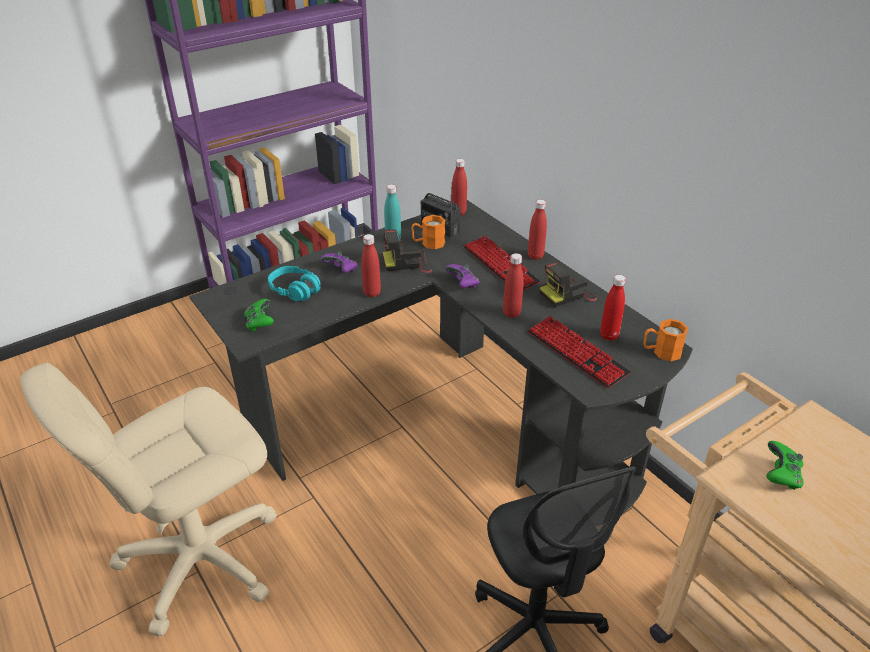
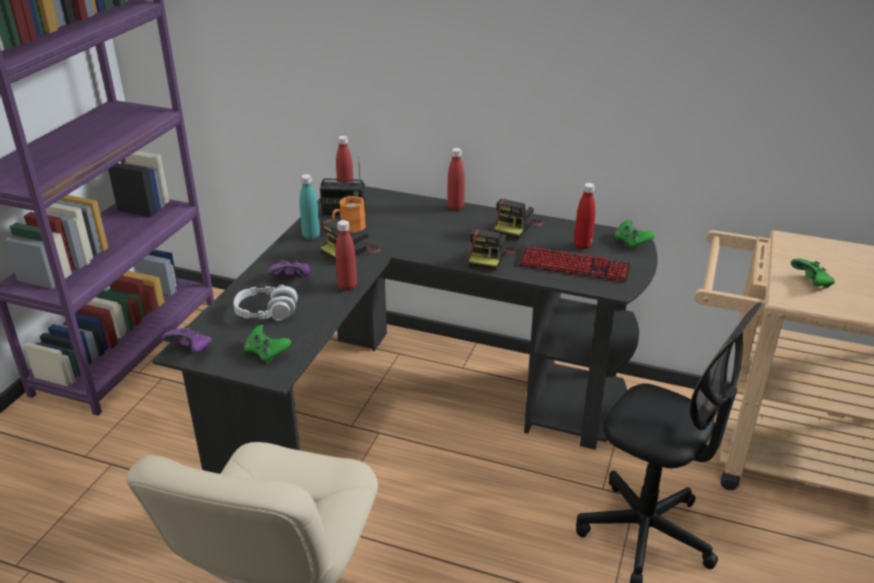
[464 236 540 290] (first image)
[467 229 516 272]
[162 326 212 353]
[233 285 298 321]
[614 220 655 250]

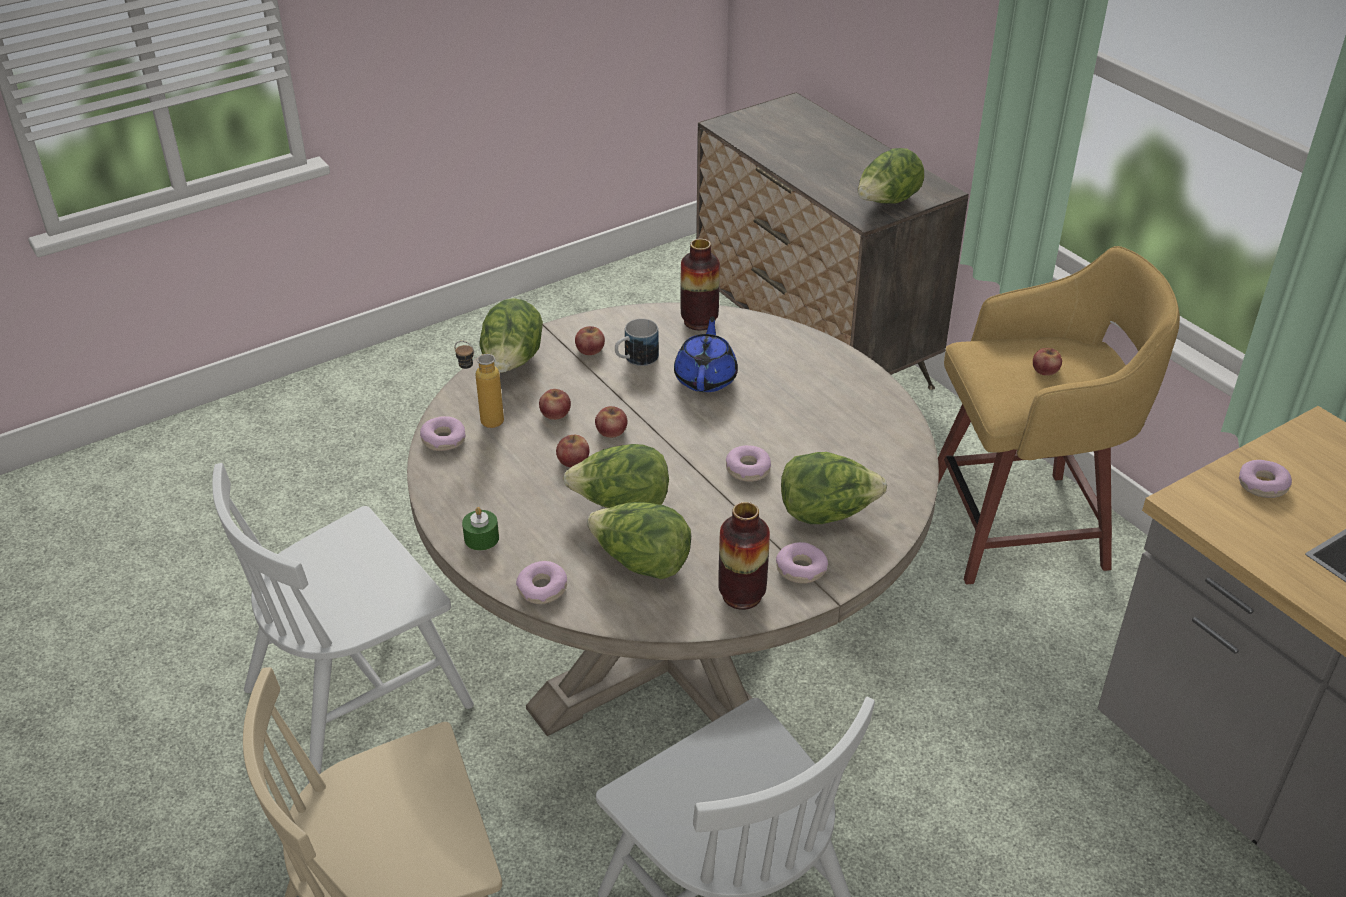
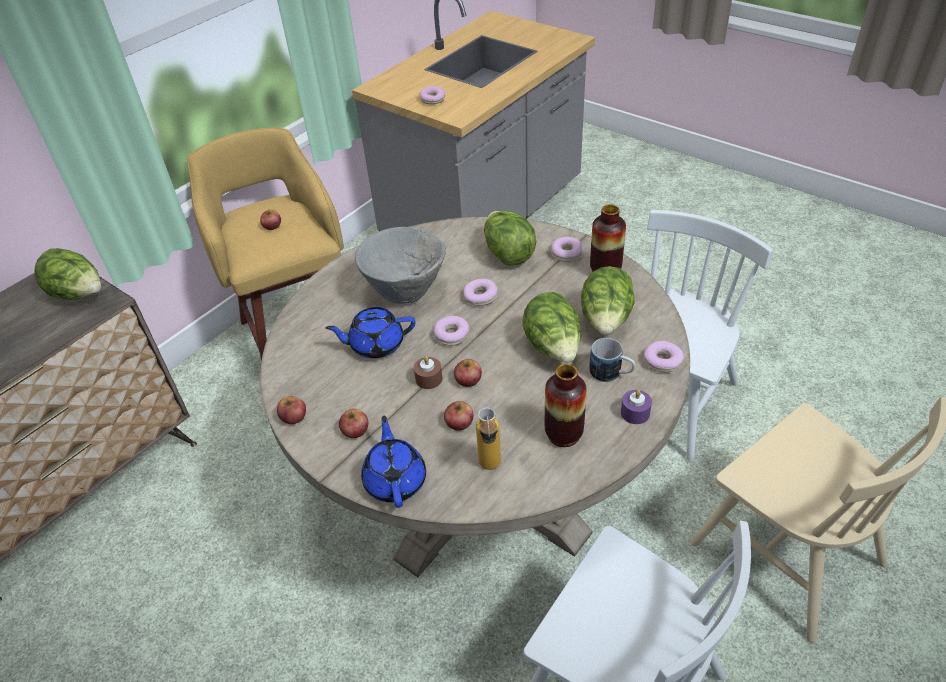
[545 364 587 447]
[361 416 426 508]
[589 338 635 382]
[433 316 470 346]
[277 396 306 424]
[621 389 652 424]
[355 227 446 304]
[414 356 443 389]

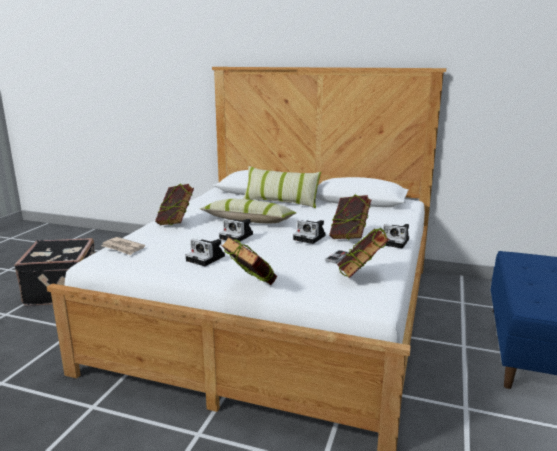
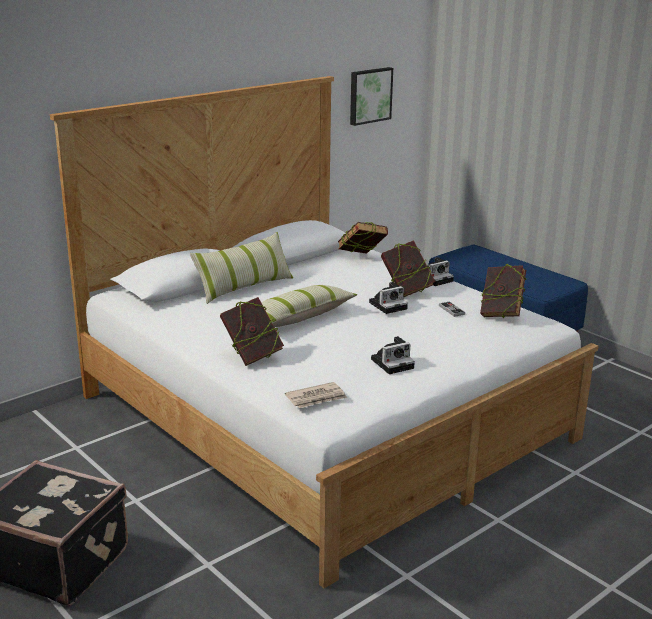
[219 219 253 243] (first image)
[338 222 388 254]
[350 67 393 126]

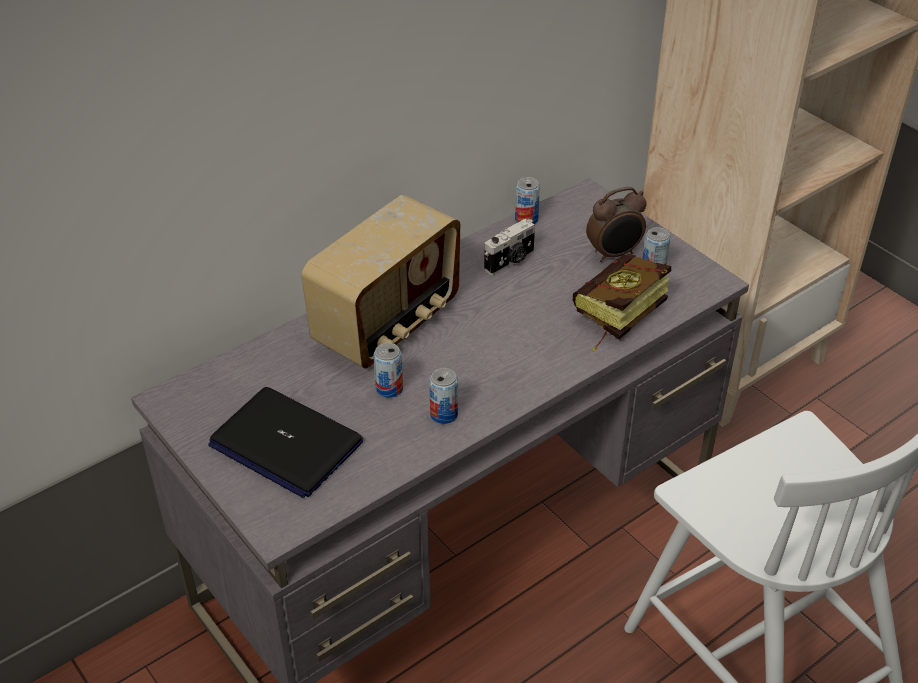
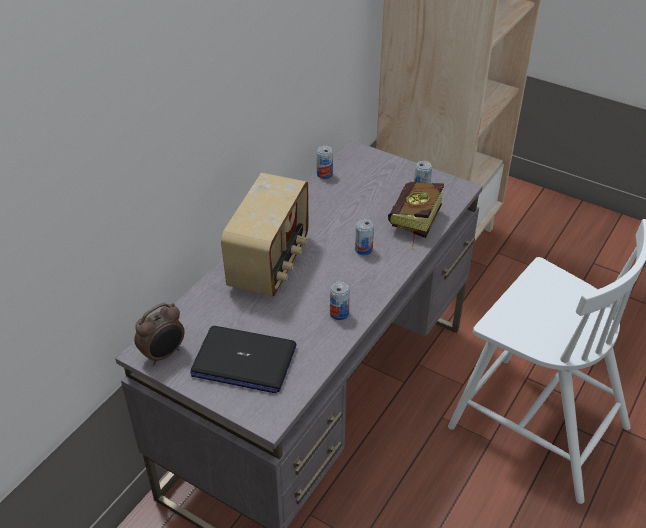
[134 303 185 365]
[484 219 535 275] (first image)
[355 219 374 256]

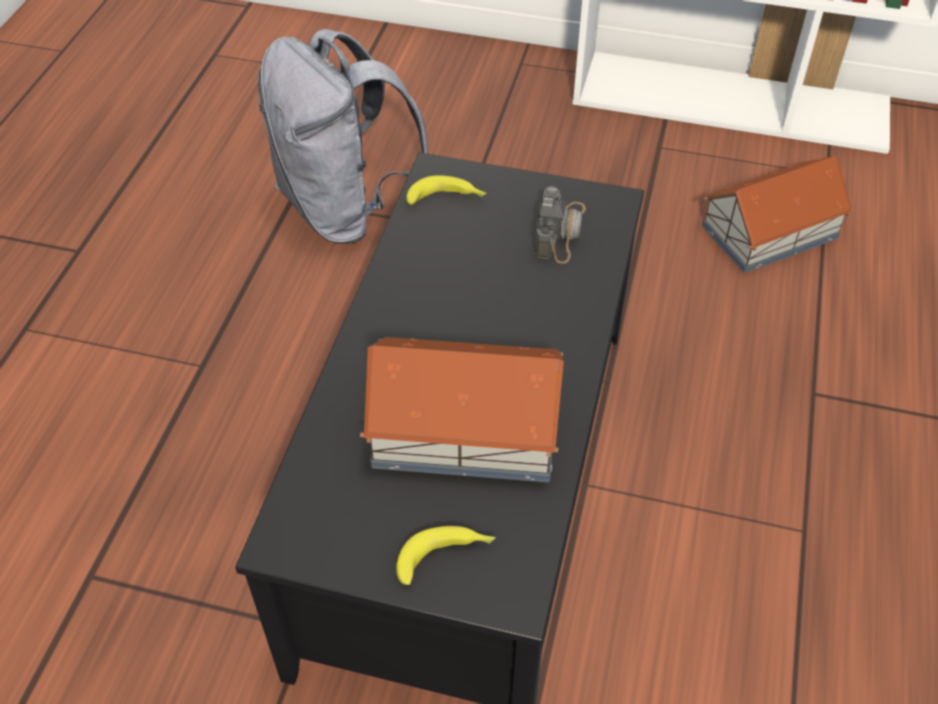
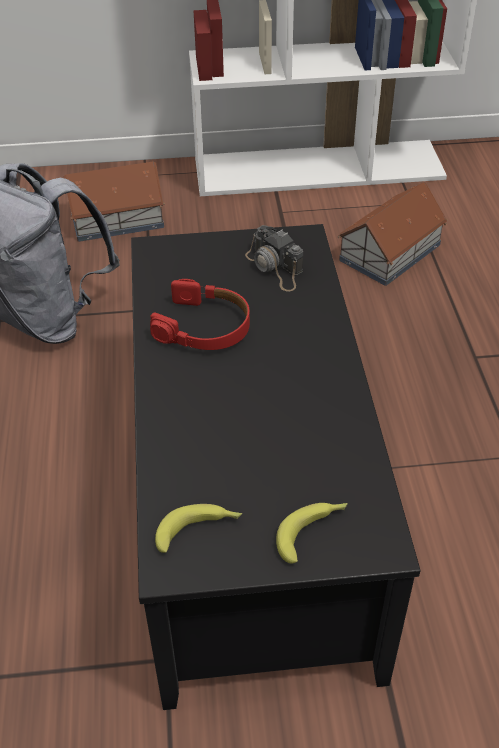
[155 504 242 553]
[245 225 303 291]
[63 162 165 242]
[150 279 250 350]

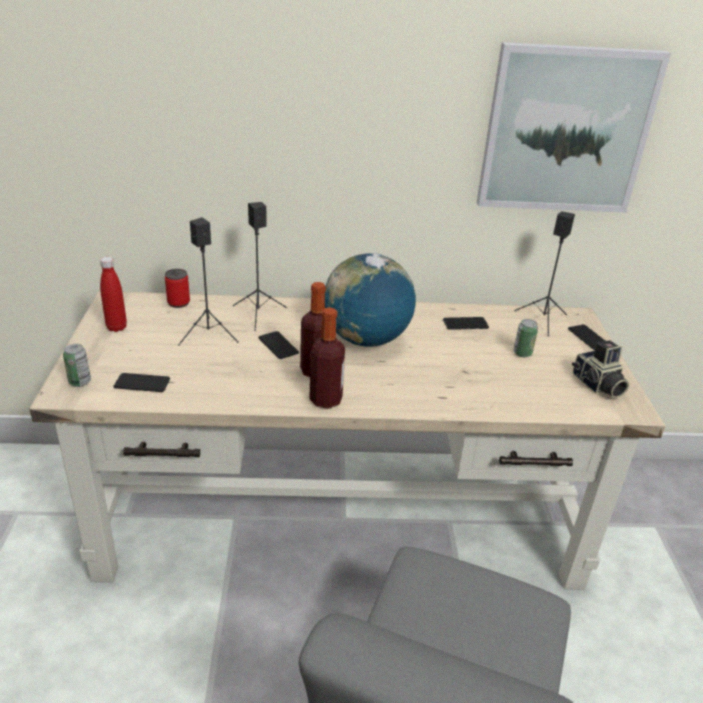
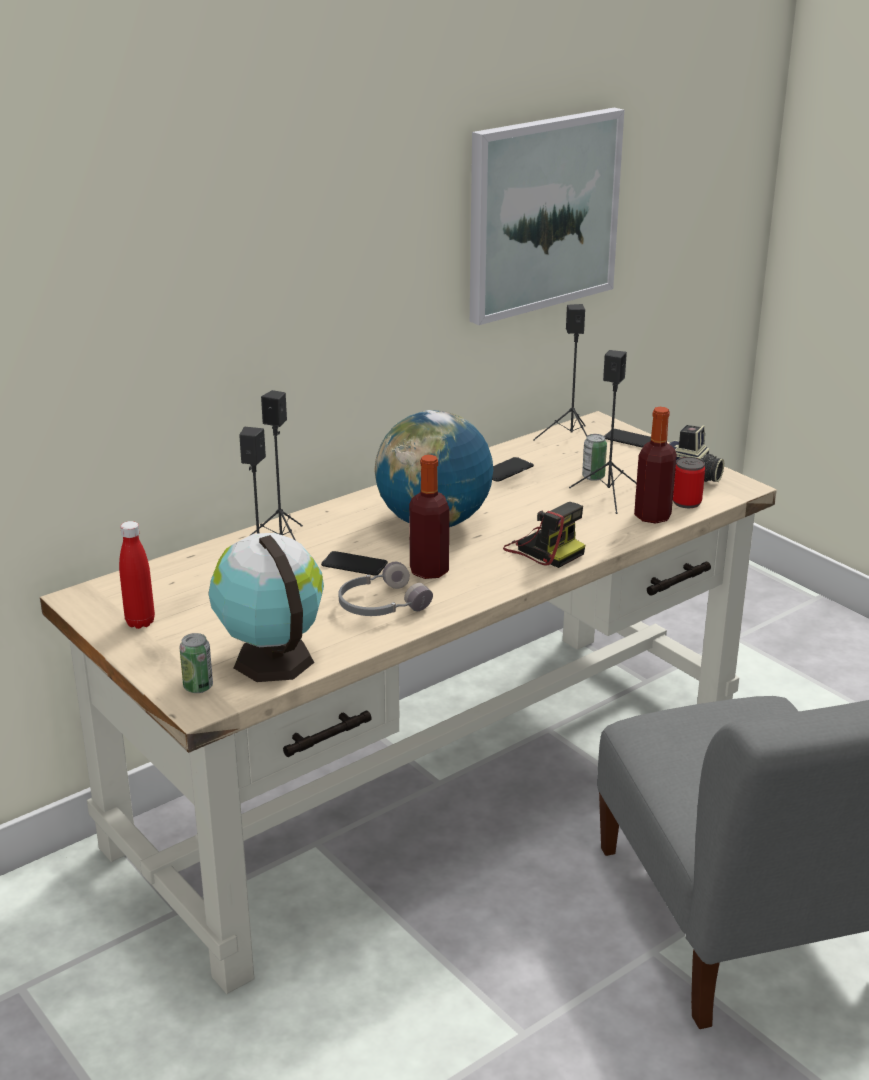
[673 457 705 508]
[634 407 677 524]
[208 533 324 682]
[569 350 637 514]
[503 502 585 568]
[338 562 433 616]

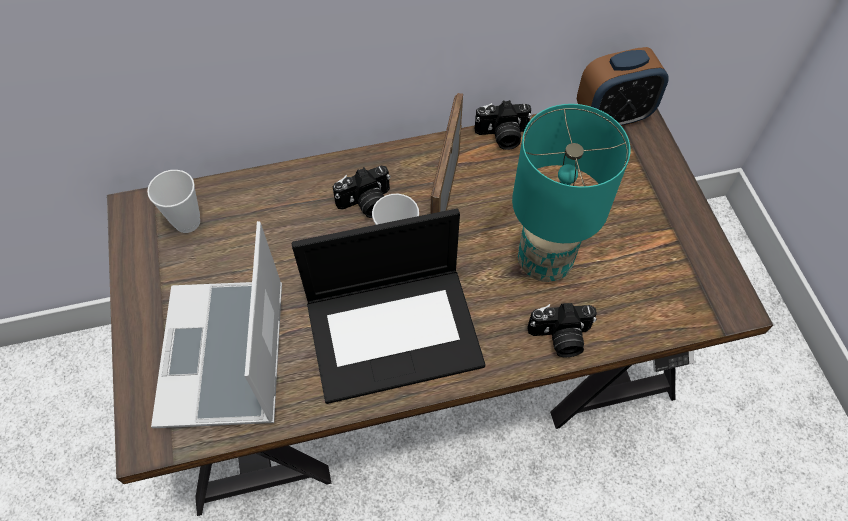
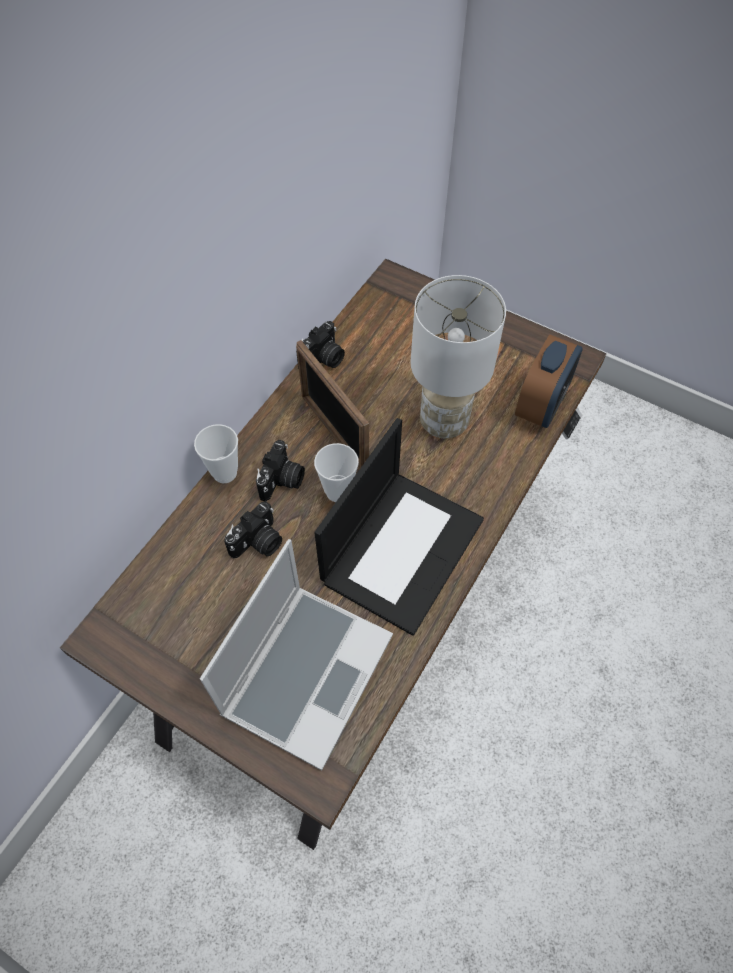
[515 335 582 428]
[411 275 506 438]
[194 424 238 483]
[200 539 393 771]
[224 501 282 559]

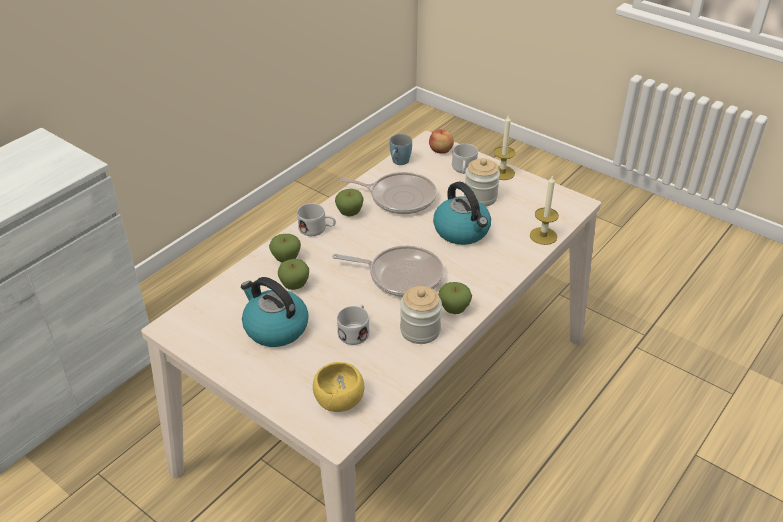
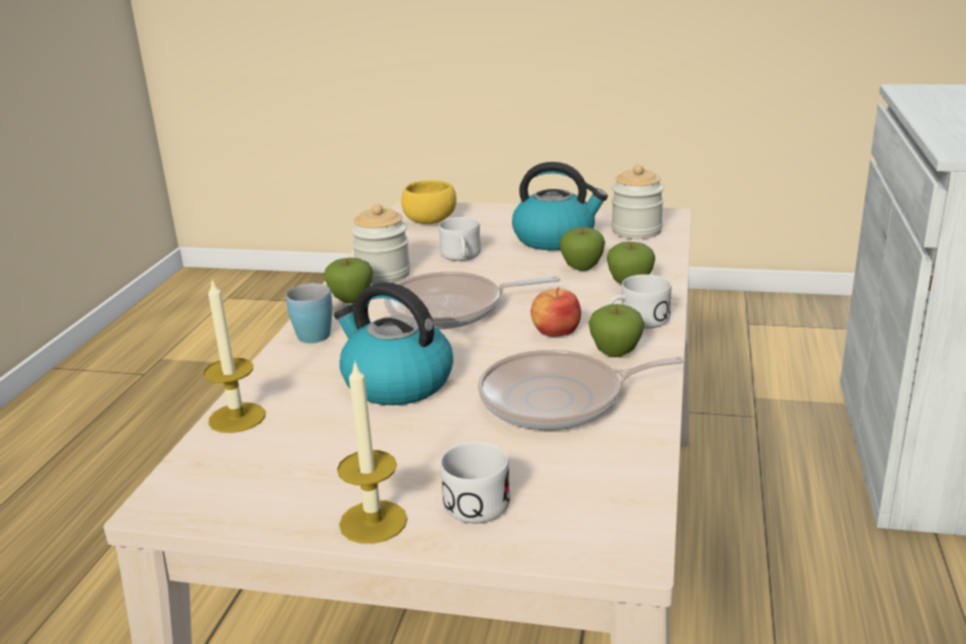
[531 287 581 337]
[286 283 333 343]
[611 165 664 239]

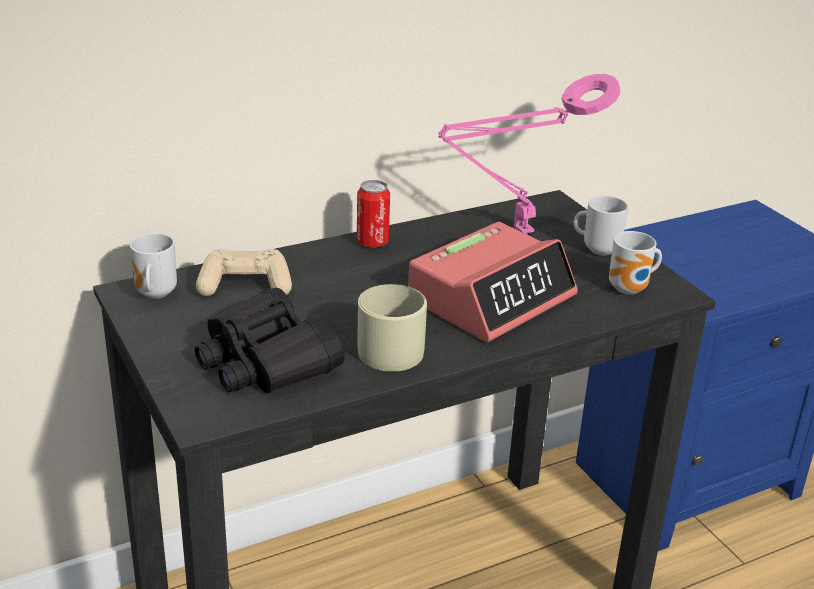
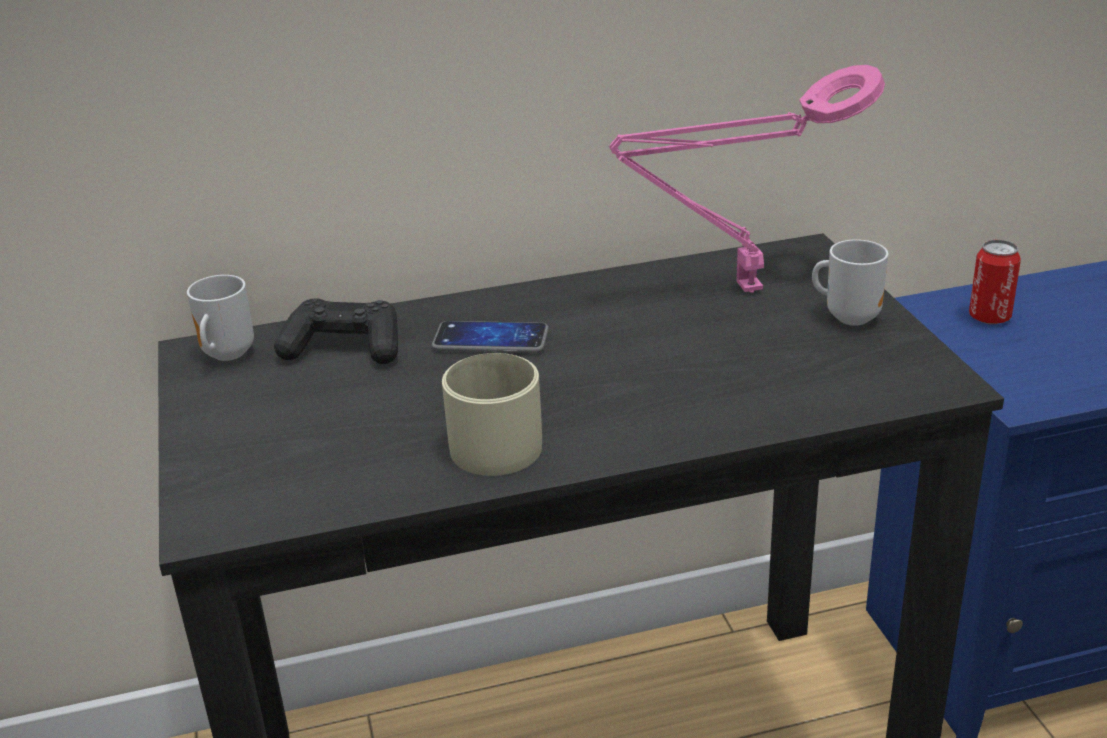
[969 240 1021 324]
[408 222 578 342] (first image)
[609 231 662 295] (first image)
[274 299 398 364]
[195 288 345 393] (first image)
[432 321 549 353]

